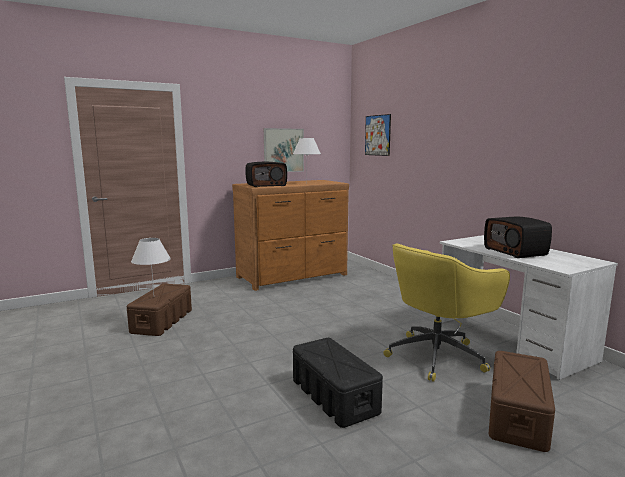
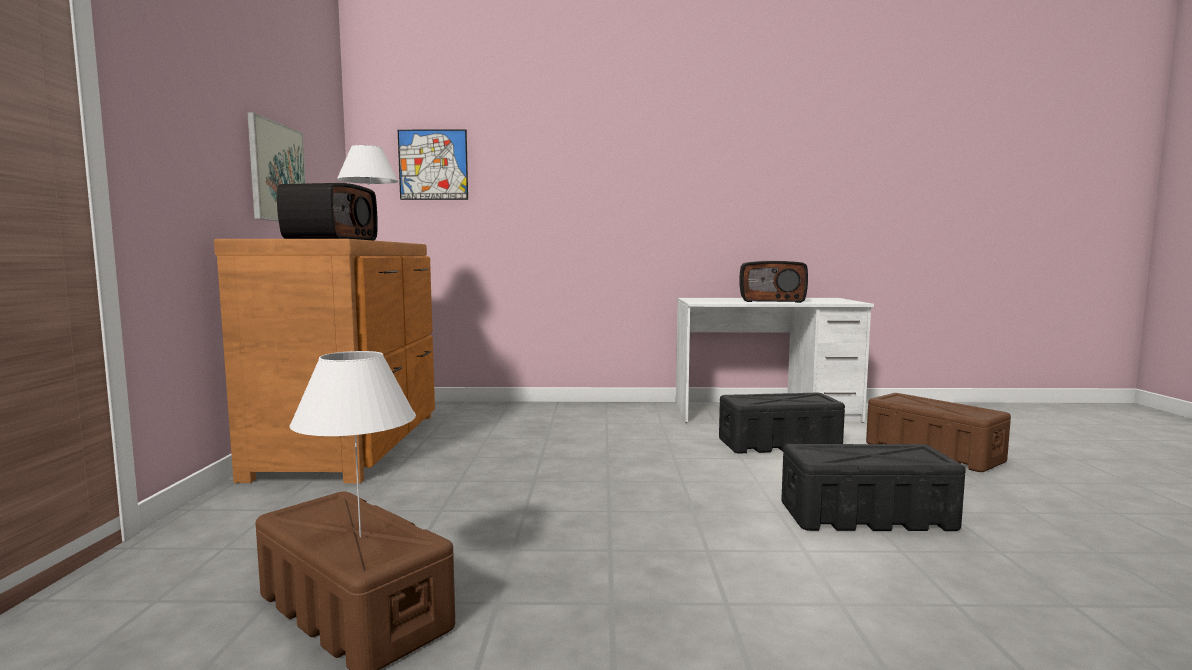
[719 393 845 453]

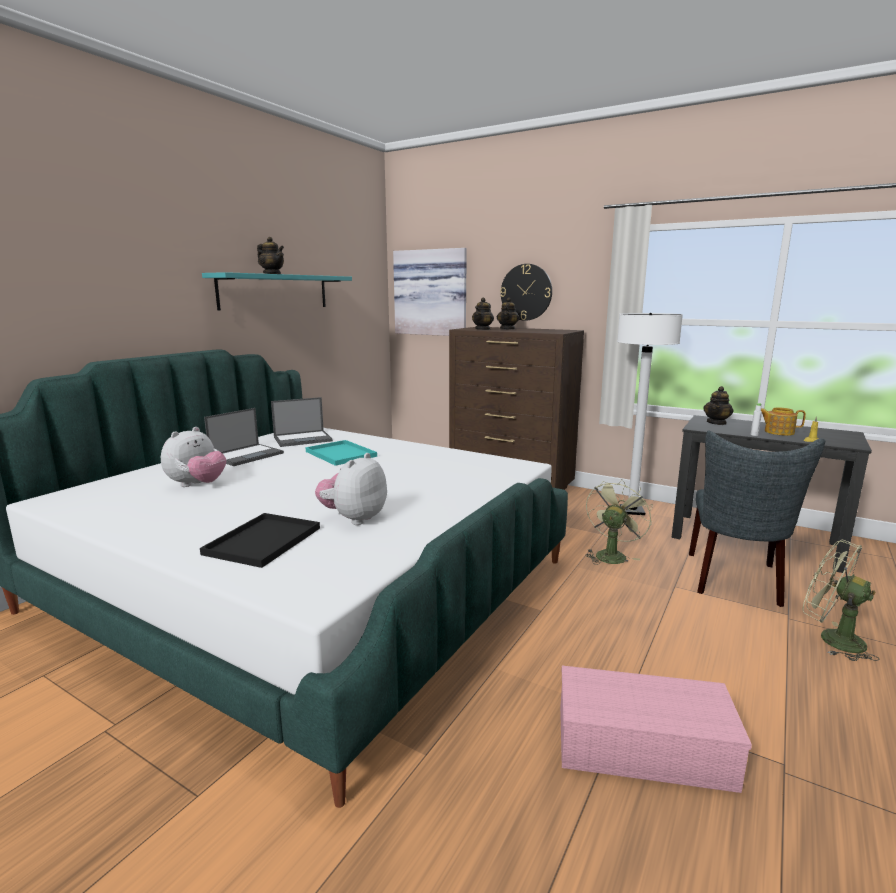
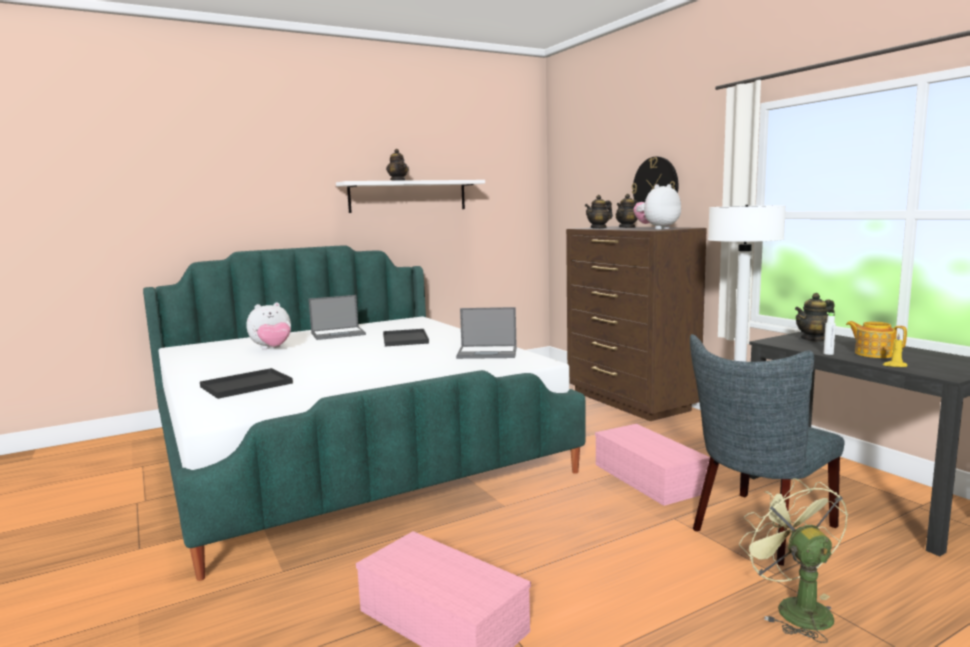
[393 248 467 336] (first image)
[336 180 485 213]
[456 307 517 359]
[383 329 429 347]
[633 184 681 230]
[595 424 710 506]

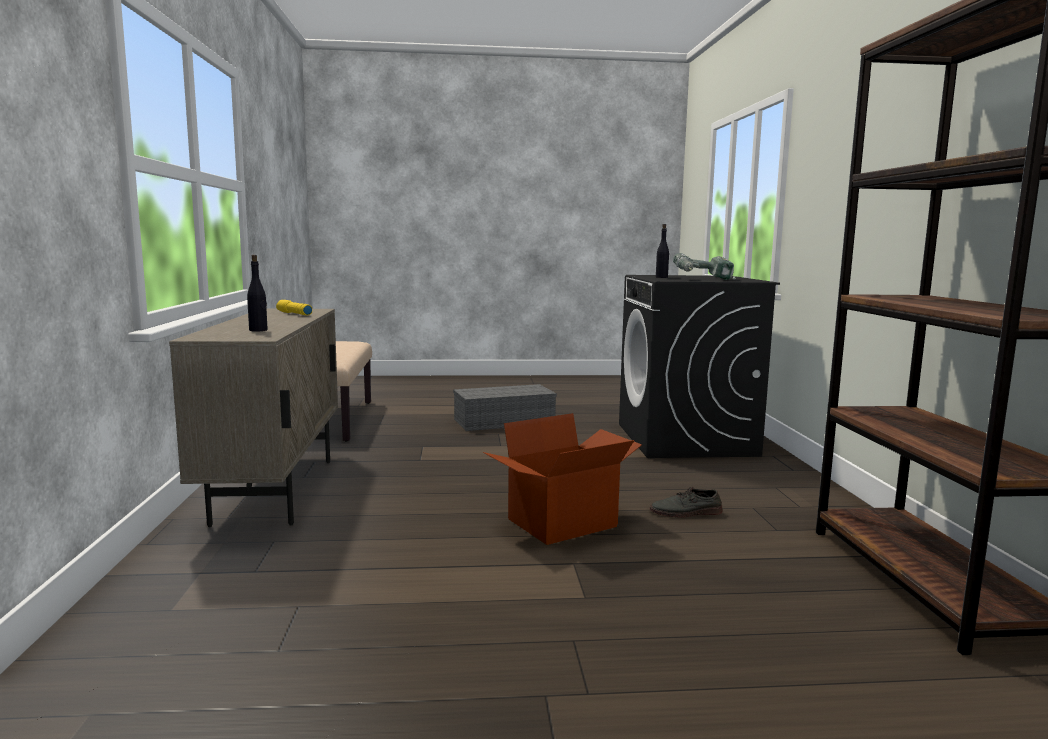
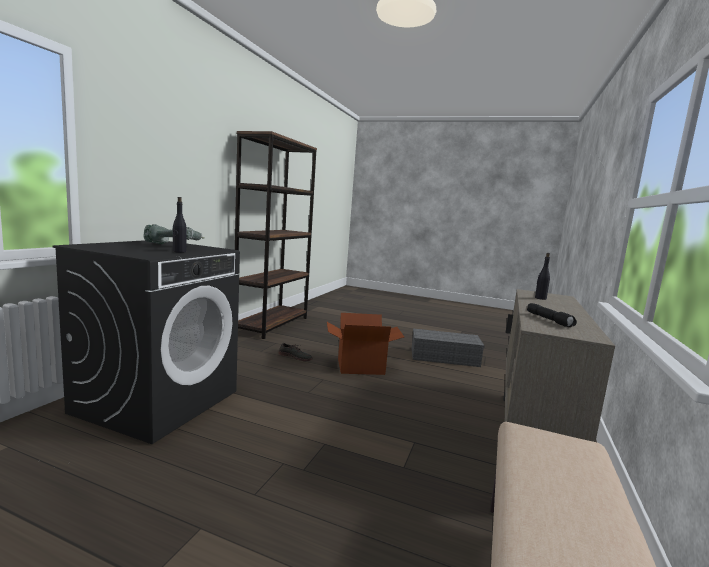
[527 303 577 327]
[412 328 485 367]

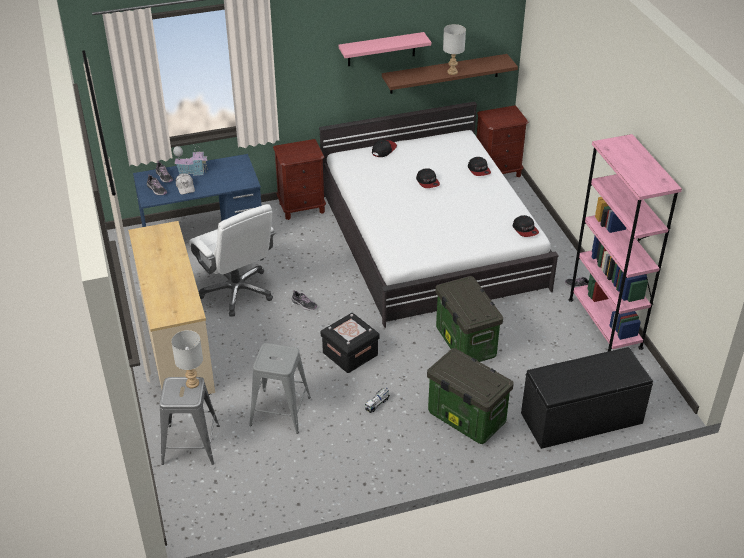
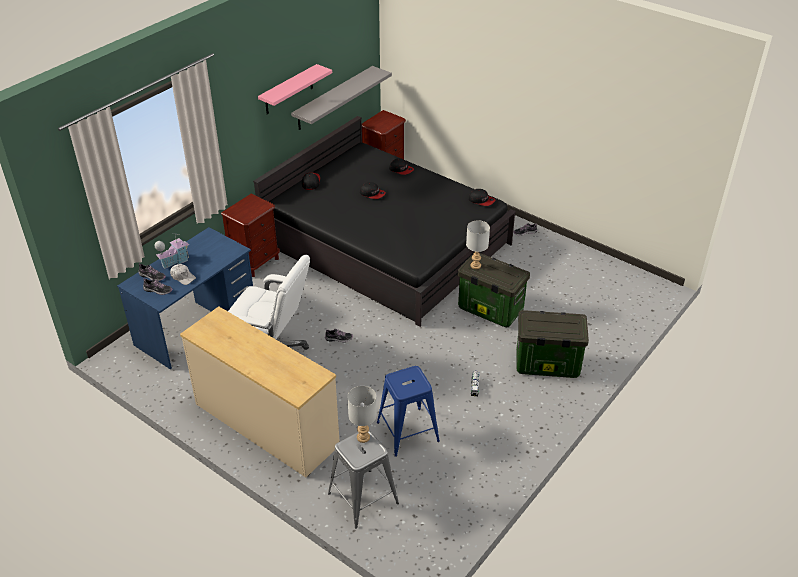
[466 220 490 269]
[291 66 392 130]
[253 116 516 327]
[568 134 682 351] (first image)
[321 313 379 373] (first image)
[377 366 440 457]
[521 347 653 449] (first image)

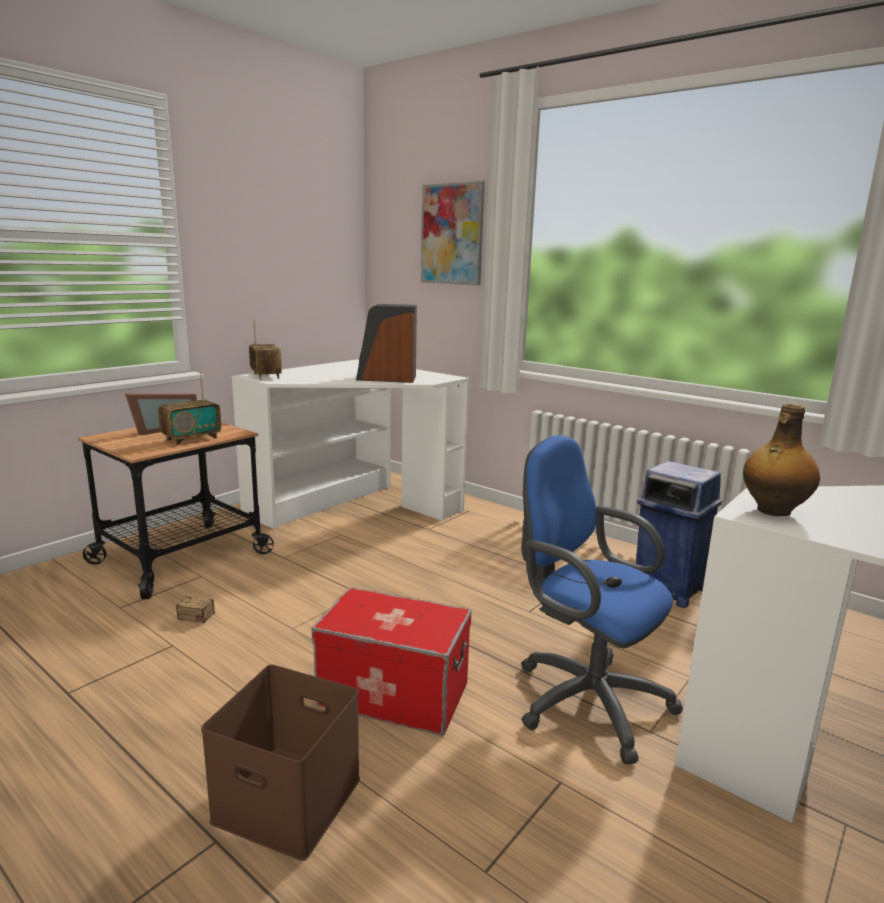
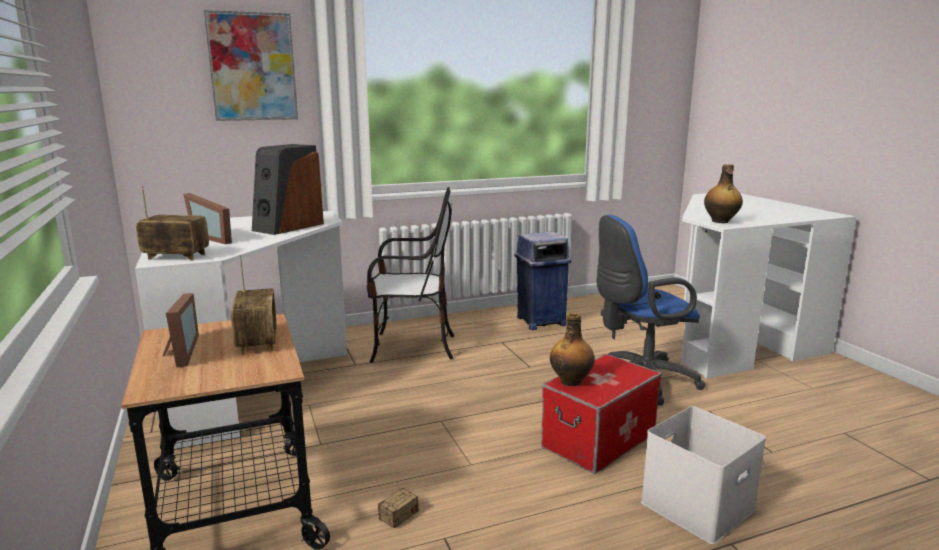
[641 406 766 544]
[367 187 454 363]
[183 193 232 244]
[550 313 595 386]

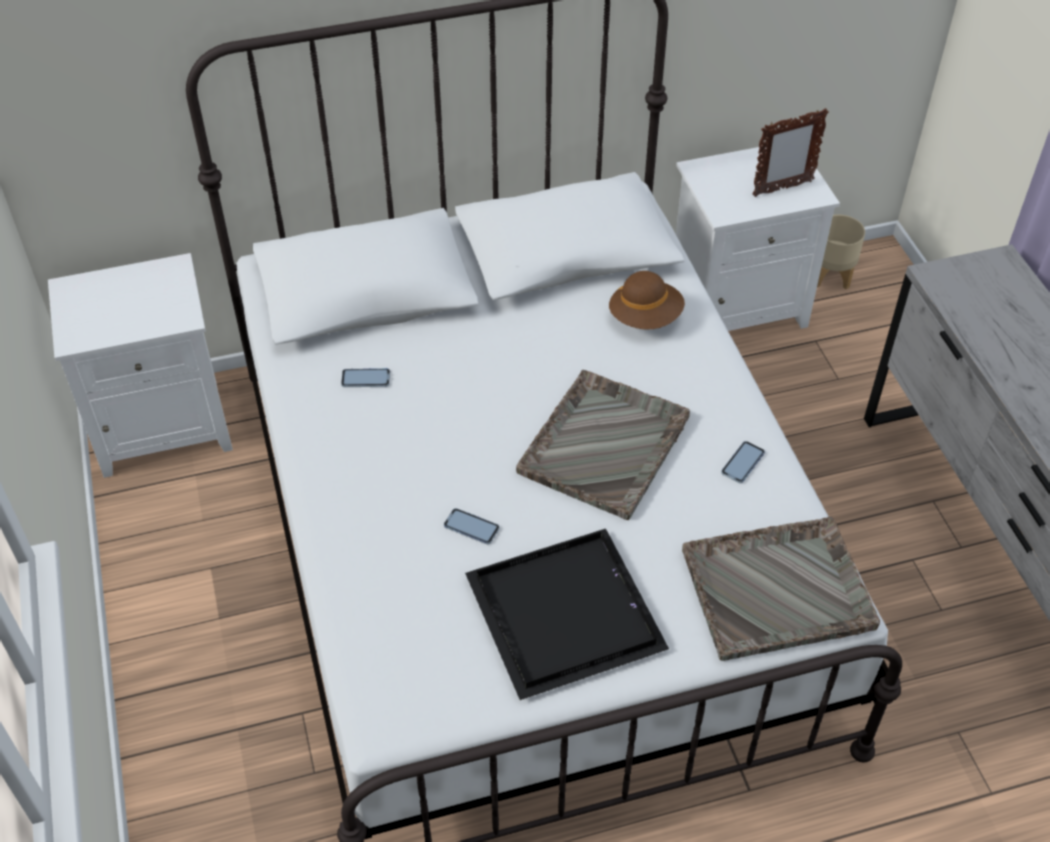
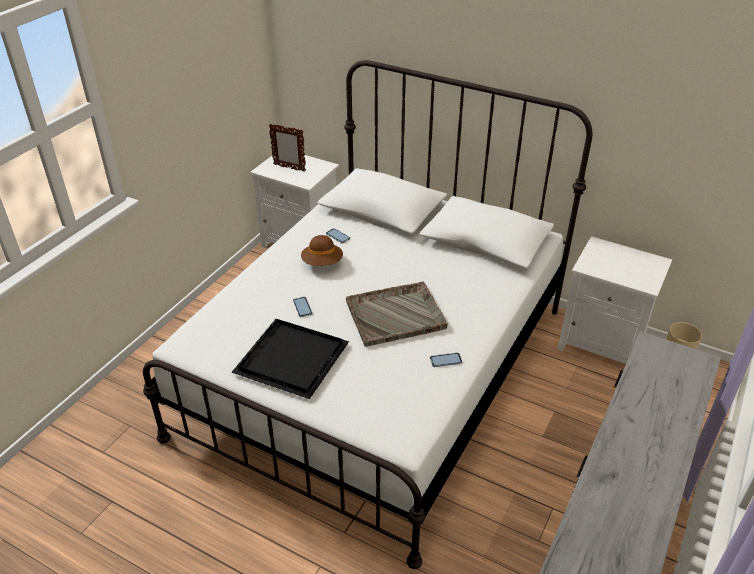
[268 124 306 172]
[301 235 343 266]
[682 516 880 661] (first image)

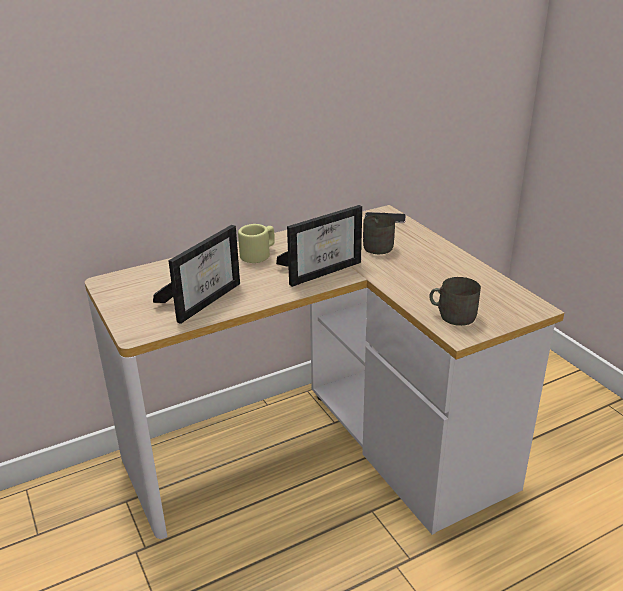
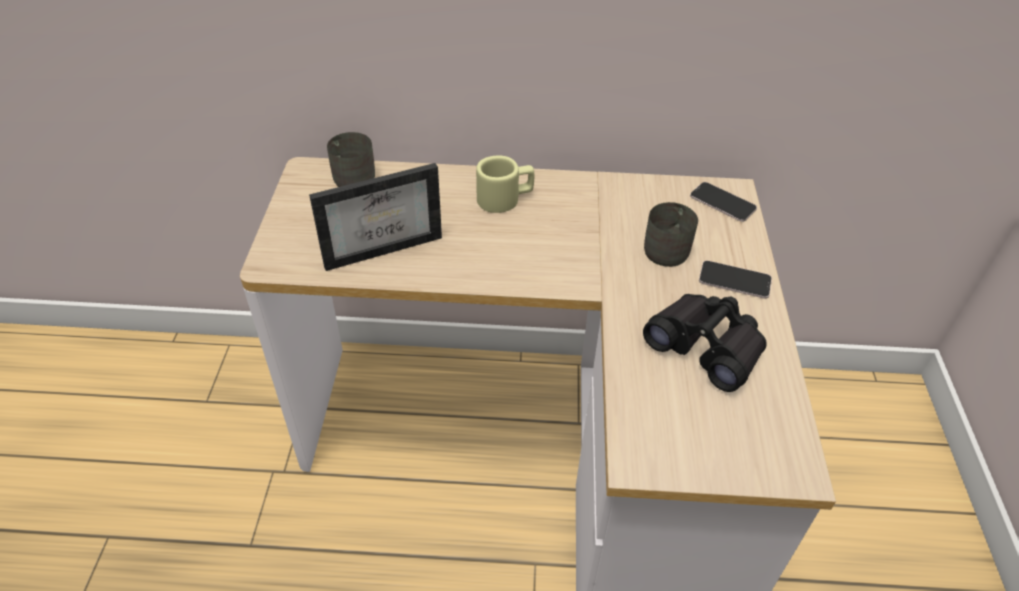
[276 205 362 287] (first image)
[327 132 375 187]
[699 261 772 299]
[643 294 767 392]

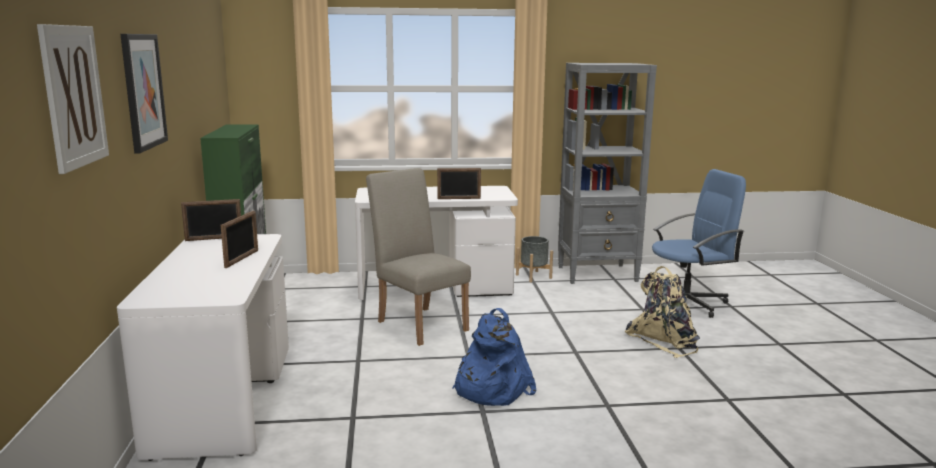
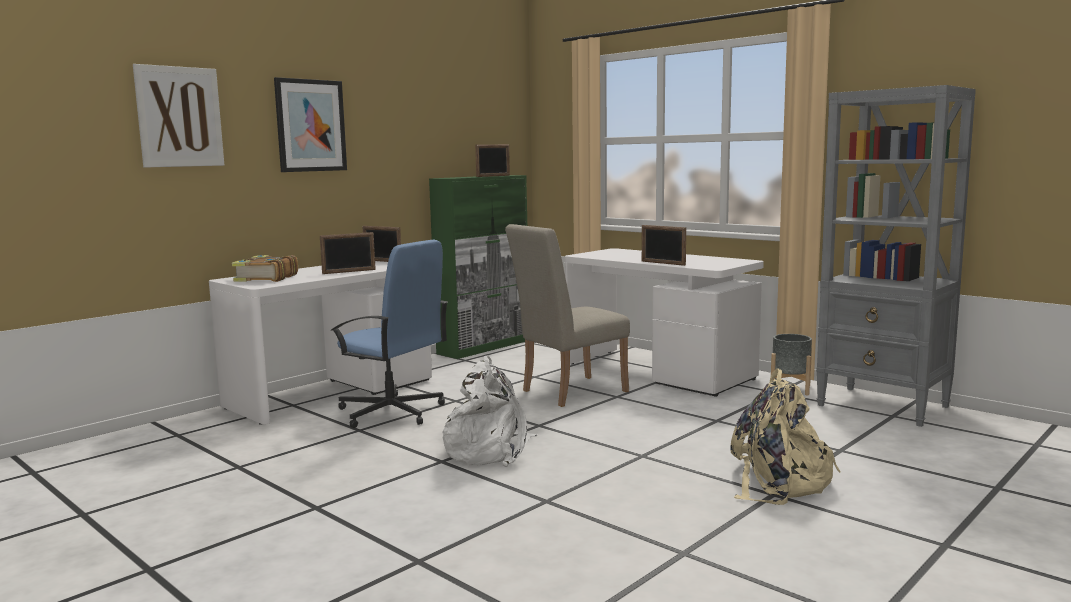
[505 224 630 407]
[331 240 448 428]
[442 355 538 467]
[475 144 510 177]
[232 255 298 282]

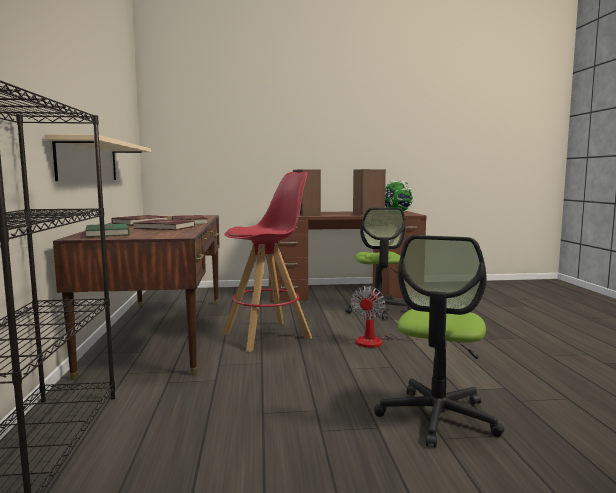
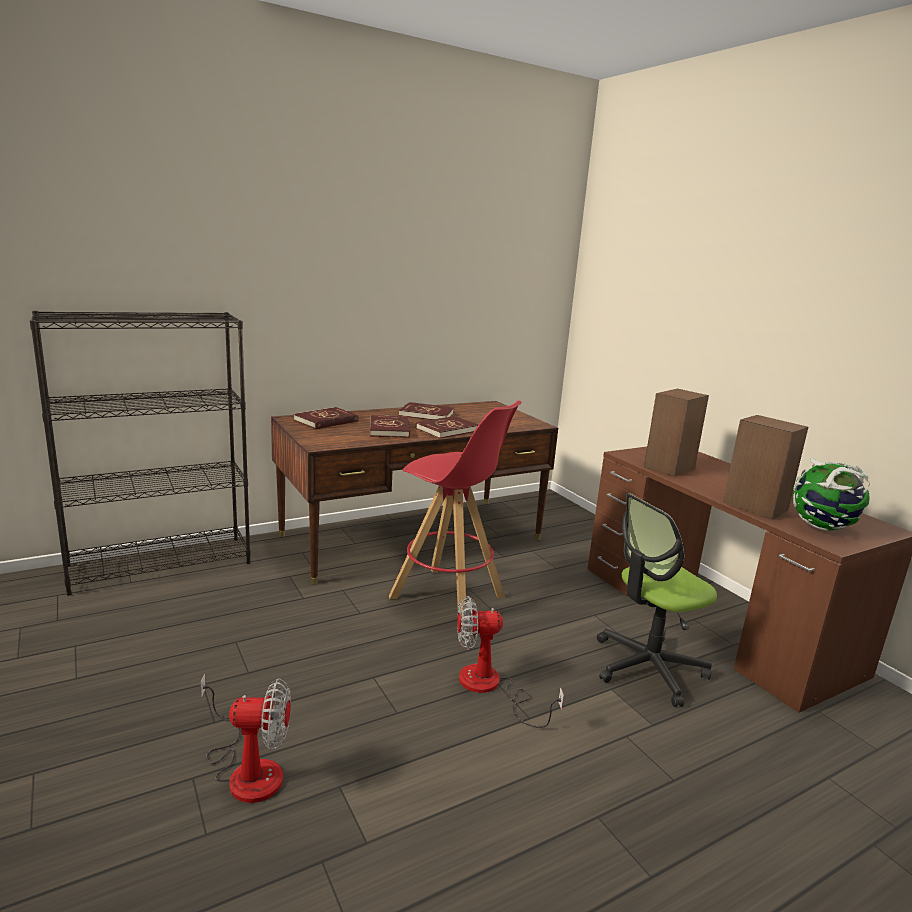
[45 134 151 181] (first image)
[294 407 359 429]
[201 674 291 803]

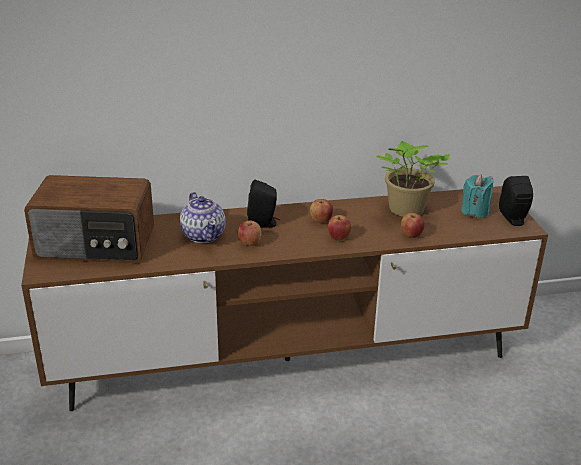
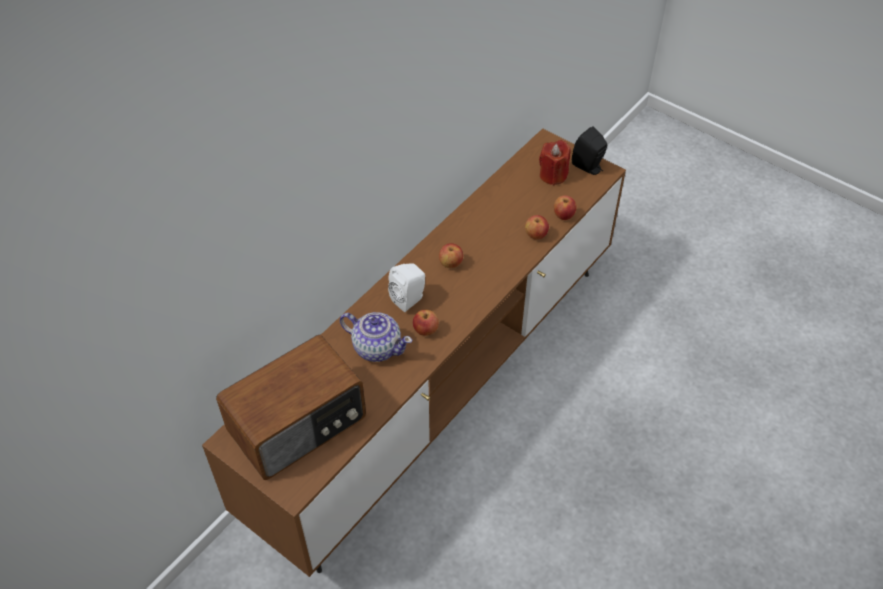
[376 141 450 217] (first image)
[539 140 571 186]
[388 263 425 312]
[554 195 577 220]

